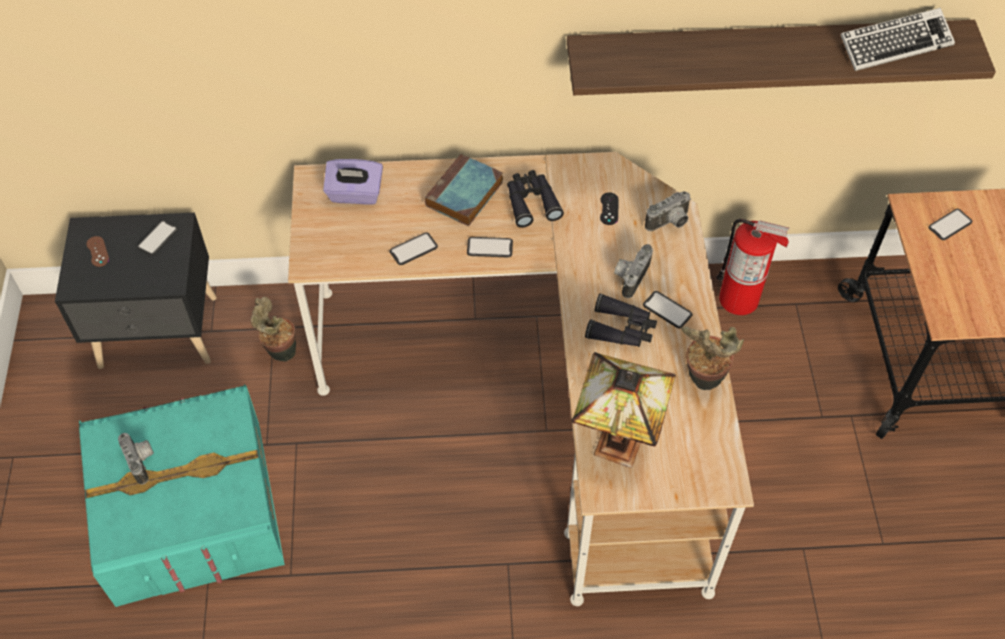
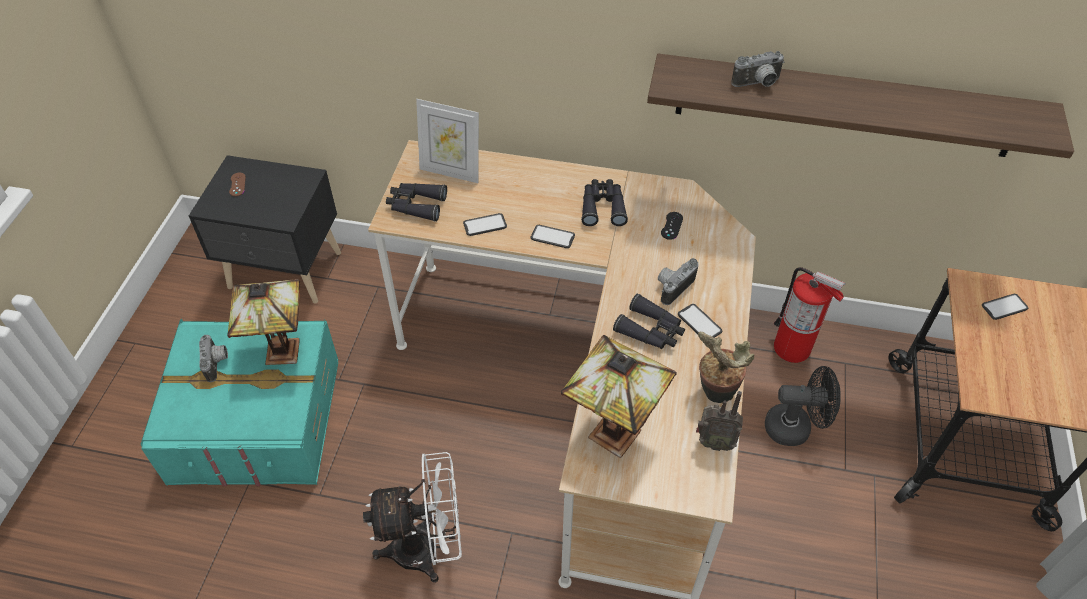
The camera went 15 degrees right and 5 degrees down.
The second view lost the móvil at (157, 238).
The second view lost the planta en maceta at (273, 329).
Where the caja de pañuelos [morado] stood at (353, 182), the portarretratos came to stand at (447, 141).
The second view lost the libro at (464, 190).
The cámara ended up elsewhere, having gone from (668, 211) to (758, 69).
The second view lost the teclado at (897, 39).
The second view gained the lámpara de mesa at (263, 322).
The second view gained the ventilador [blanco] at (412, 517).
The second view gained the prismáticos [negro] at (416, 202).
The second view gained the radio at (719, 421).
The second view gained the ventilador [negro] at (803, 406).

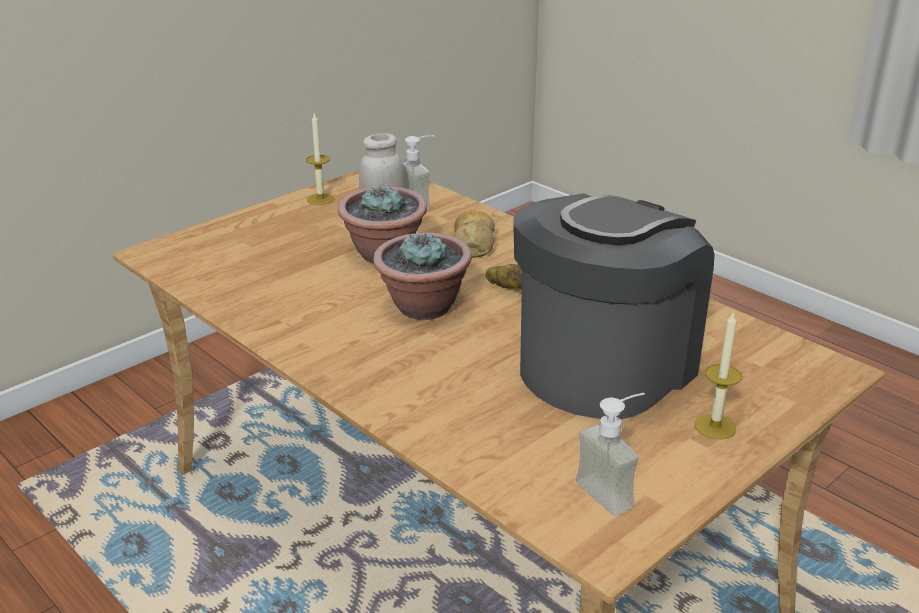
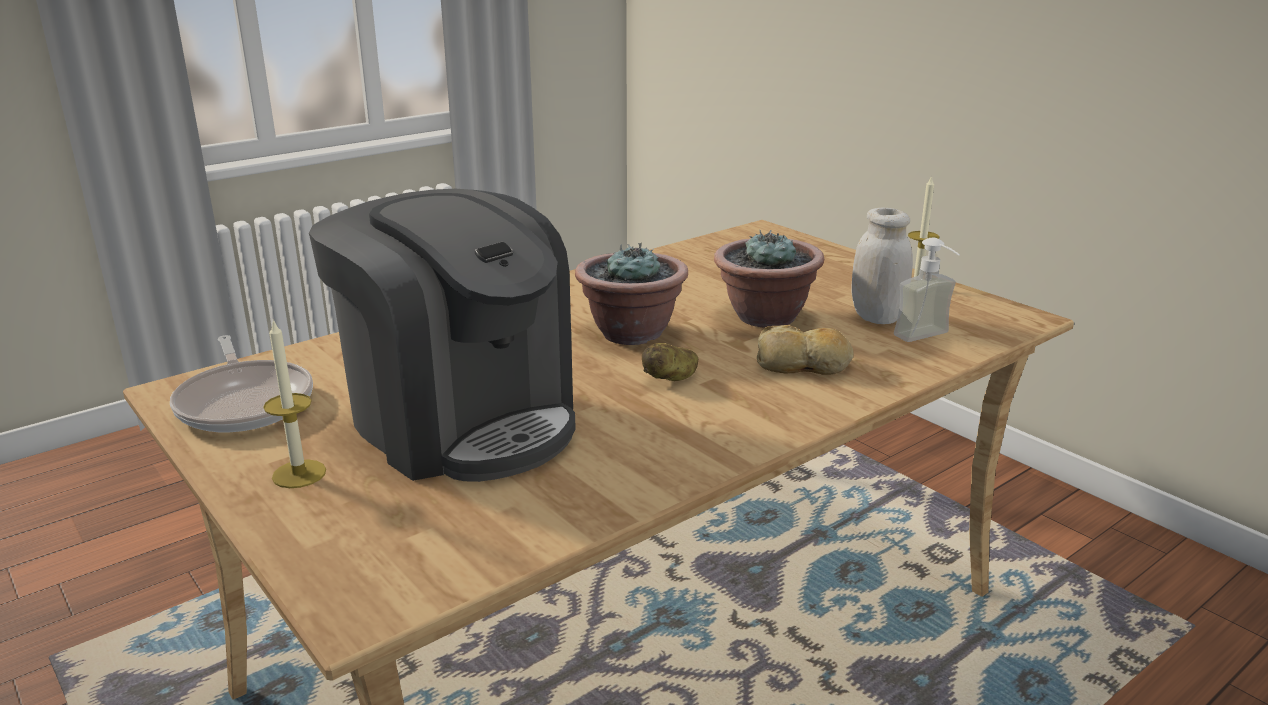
The camera went 95 degrees right and 5 degrees down.
Where the dispensador de jabón stood at (610, 454), the sartén came to stand at (241, 383).

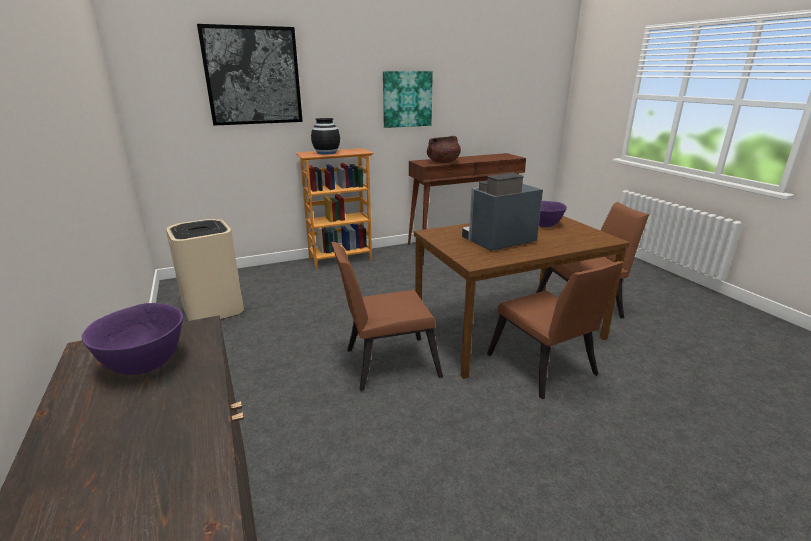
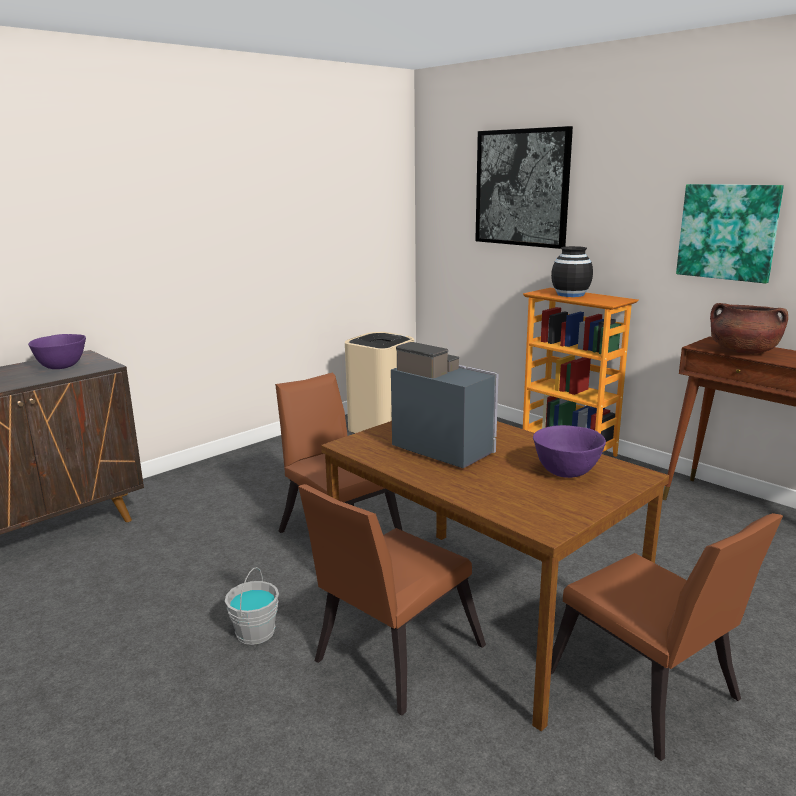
The camera went 70 degrees right and 5 degrees down.
The second view gained the cubo [gris] at (252, 606).

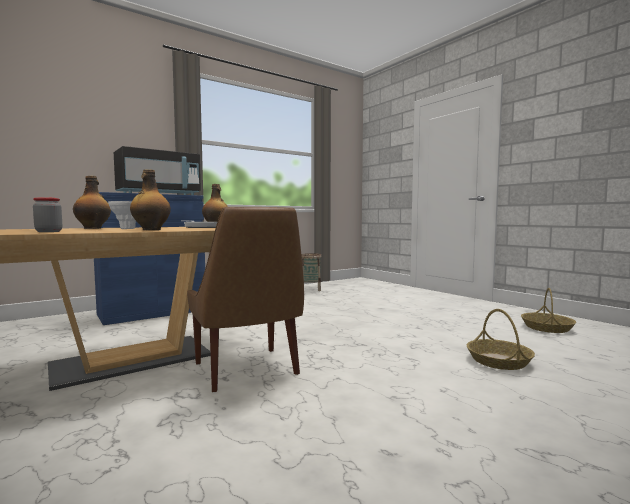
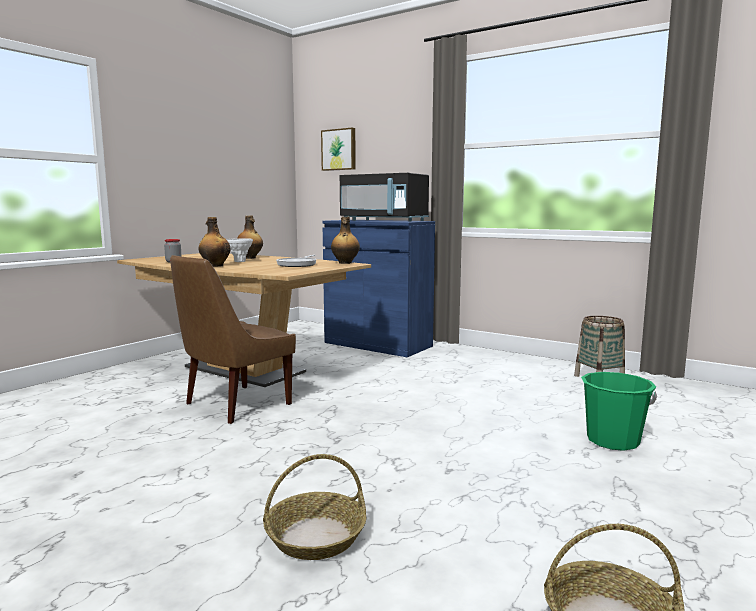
The camera went 70 degrees right and 5 degrees up.
The second view gained the cuadro at (338, 149).
The second view gained the cubo [verde] at (619, 411).

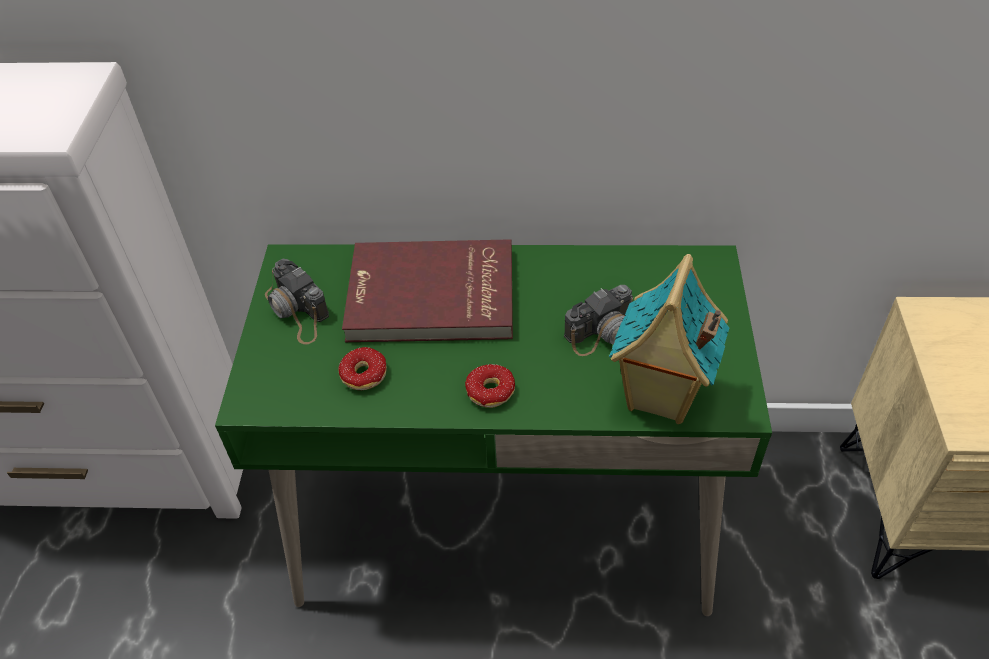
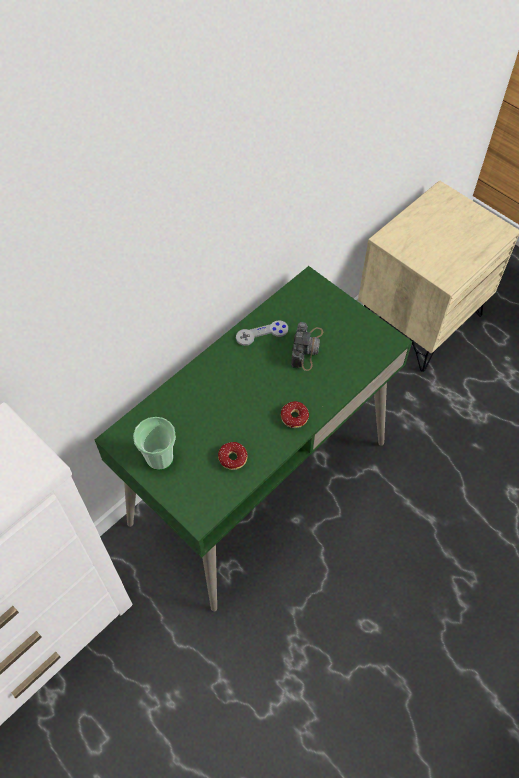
The camera went 50 degrees left and 10 degrees up.
Where the cámara stood at (297, 301), the taza came to stand at (154, 443).
The second view lost the libro [rojo] at (427, 290).
The second view lost the casita at (669, 339).
The second view gained the mando de consola [gris] at (262, 333).

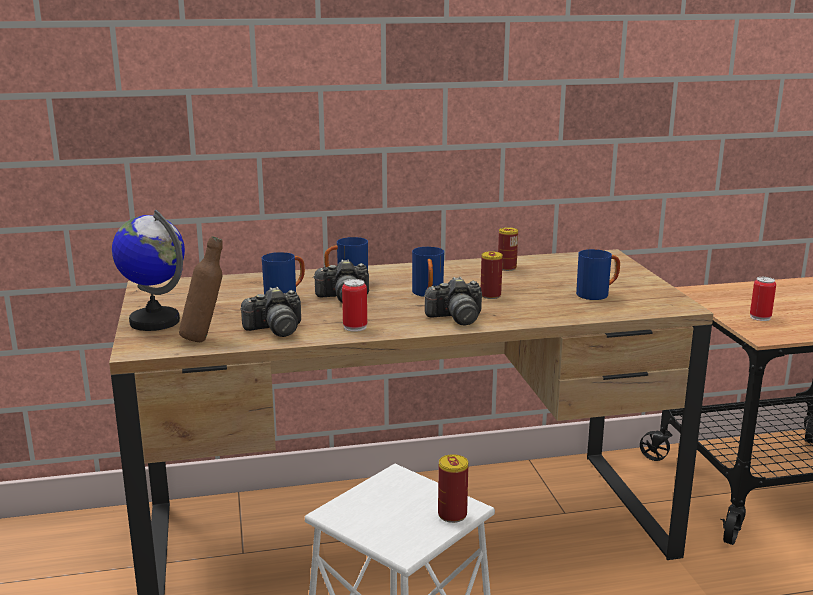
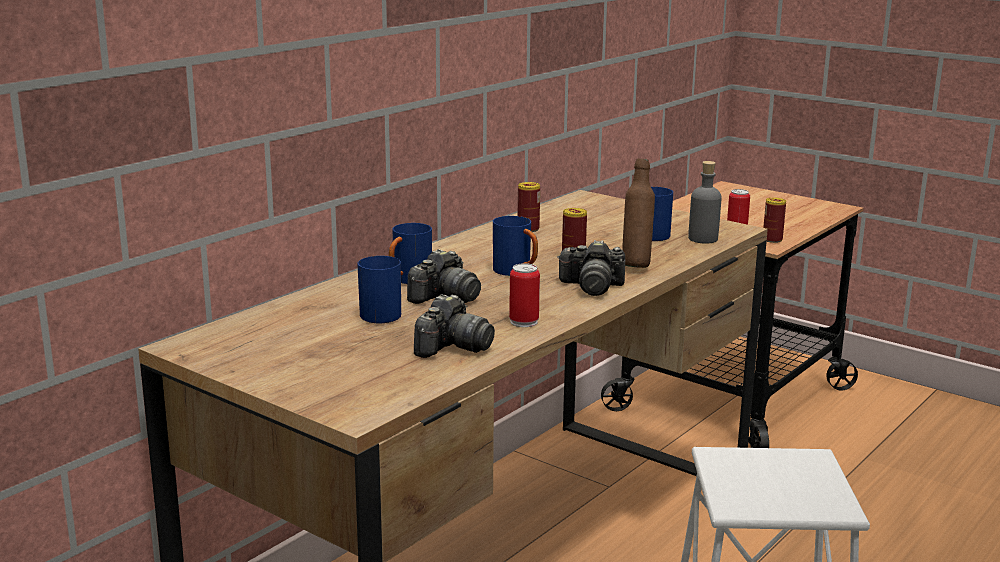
The camera went 40 degrees left and 0 degrees up.
The second view lost the globo terráqueo at (148, 270).
The botella [marrón] ended up elsewhere, having gone from (201, 289) to (638, 213).
The cámara at (453, 301) ended up facing another way, 60 degrees clockwise from before.
The lata ended up elsewhere, having gone from (453, 488) to (774, 220).
The second view gained the botella [gris] at (705, 202).

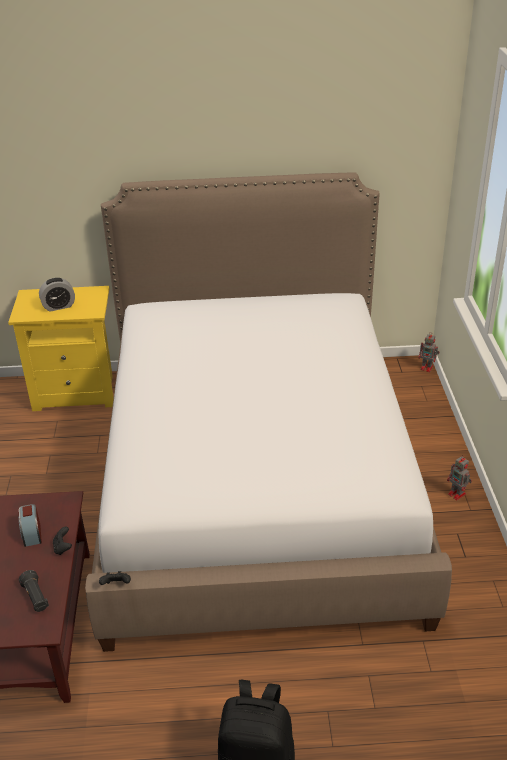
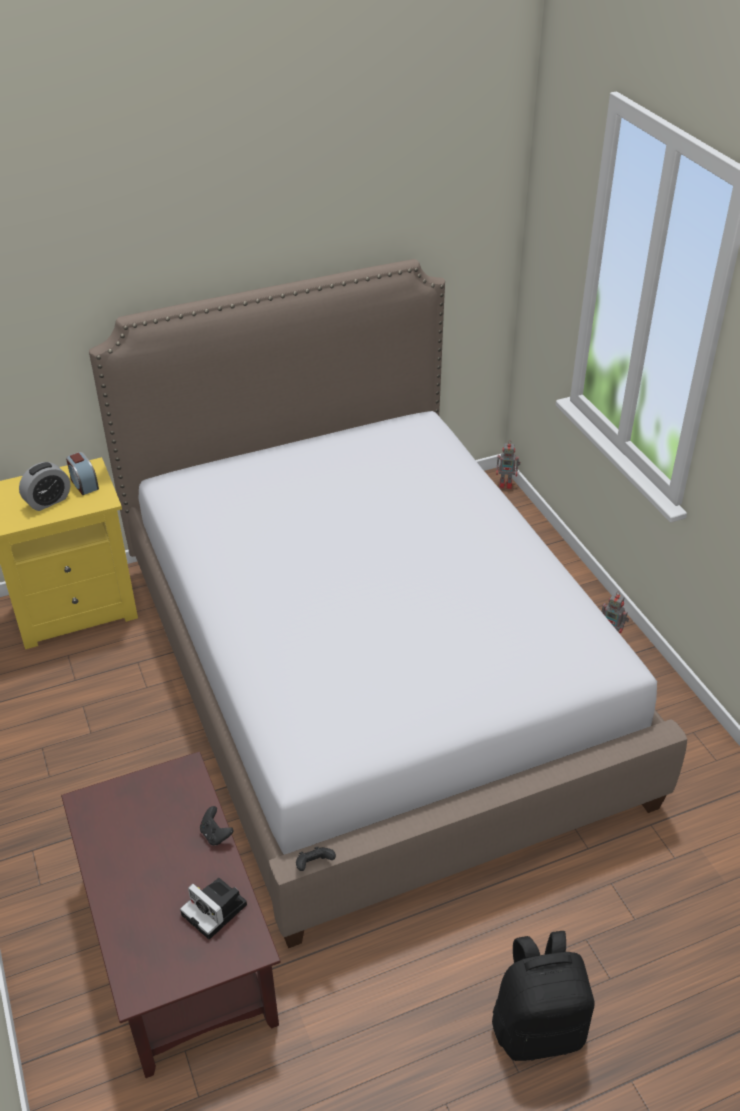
The camera went 20 degrees left and 5 degrees up.
The despertador ended up elsewhere, having gone from (30, 525) to (82, 473).
Where the linterna [negro] stood at (34, 591), the cámara came to stand at (213, 908).

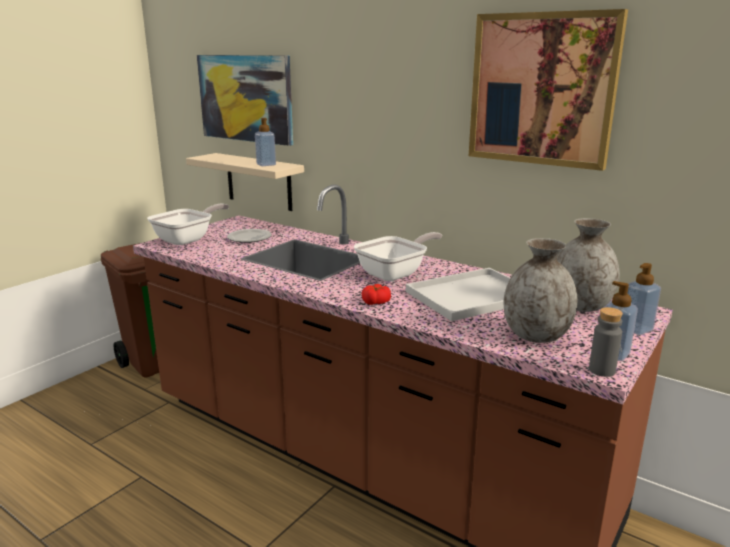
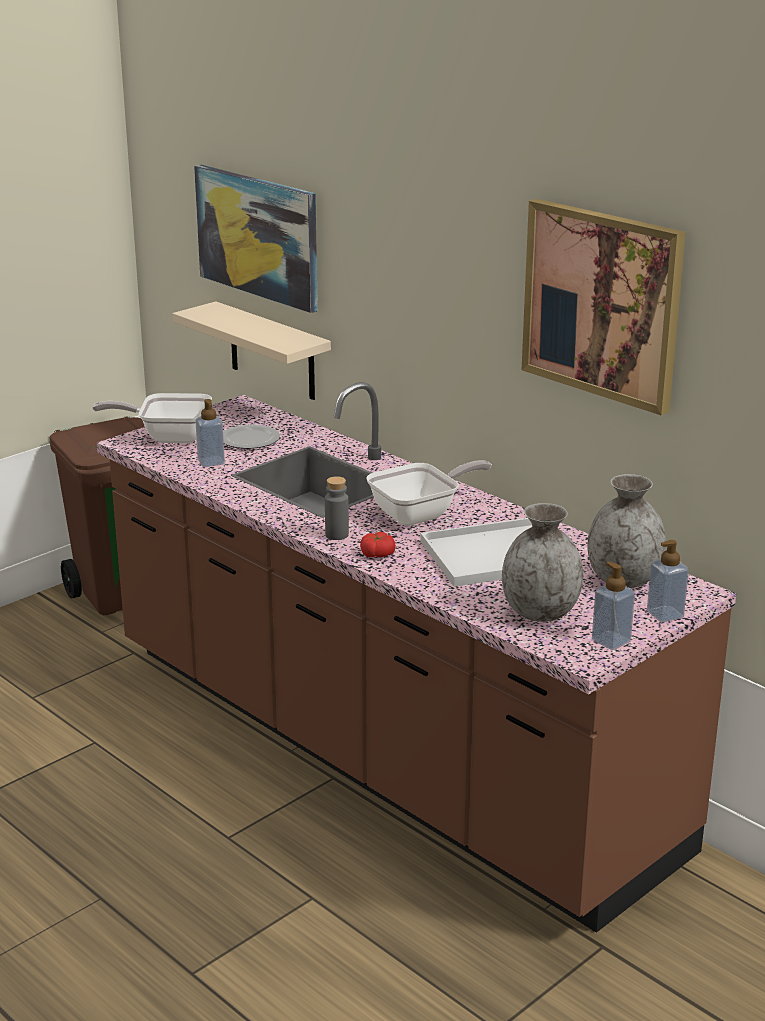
The camera went 10 degrees right and 5 degrees up.
The sartén at (188, 224) ended up facing another way, 135 degrees counterclockwise from before.
The dispensador de jabón ended up elsewhere, having gone from (265, 142) to (210, 433).
The botella [gris] ended up elsewhere, having gone from (606, 342) to (337, 508).

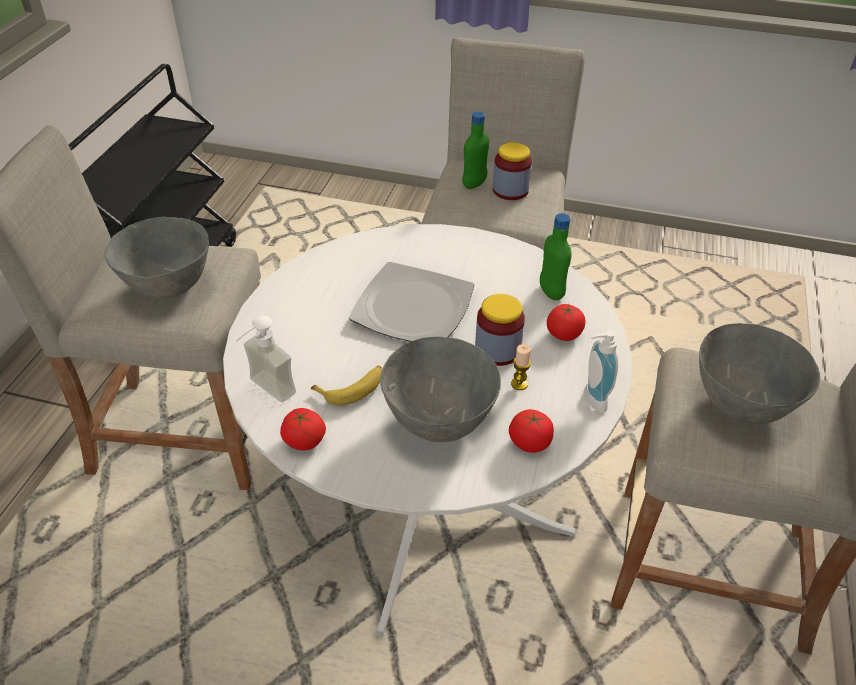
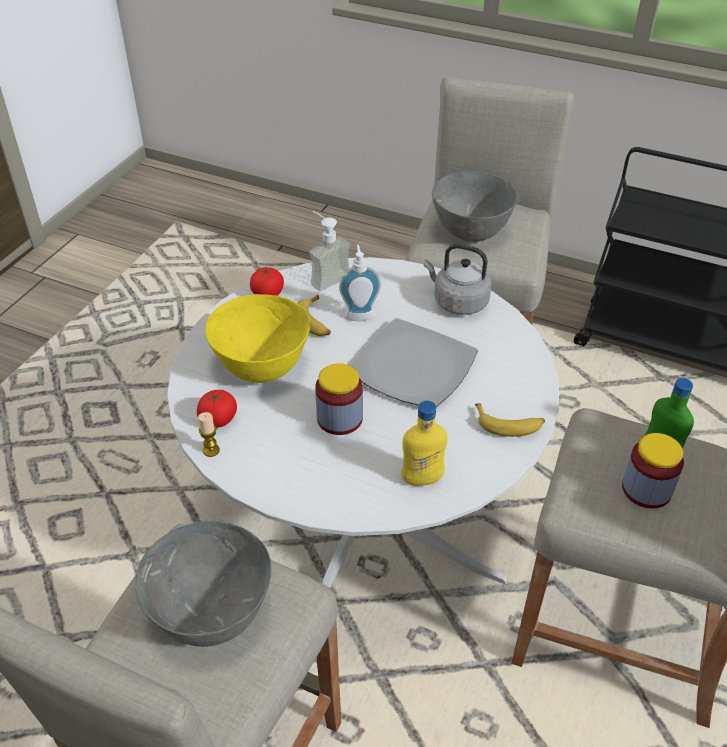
The camera went 100 degrees right and 0 degrees up.
What was the cuenco [gris] at (440, 389) turned into the cuenco [amarillo] at (257, 338).
The vela ended up elsewhere, having gone from (521, 367) to (209, 434).
What was the botella [verde] at (556, 256) turned into the botella [amarillo] at (424, 443).
The second view lost the tomate at (566, 322).
The dispensador de jabón ended up elsewhere, having gone from (601, 371) to (360, 283).
The second view gained the hervidor [gris] at (458, 279).
The second view gained the plátano at (510, 420).

